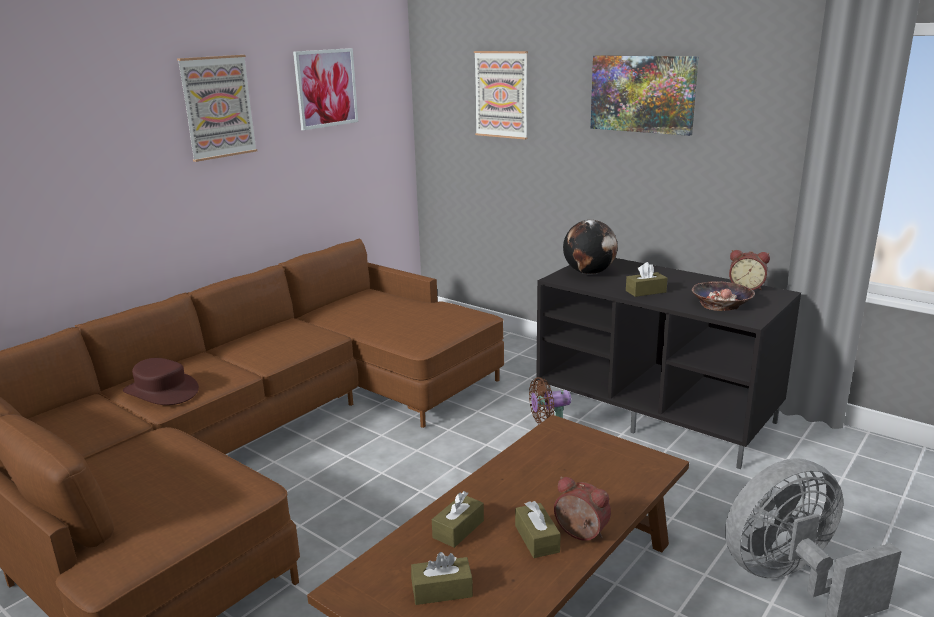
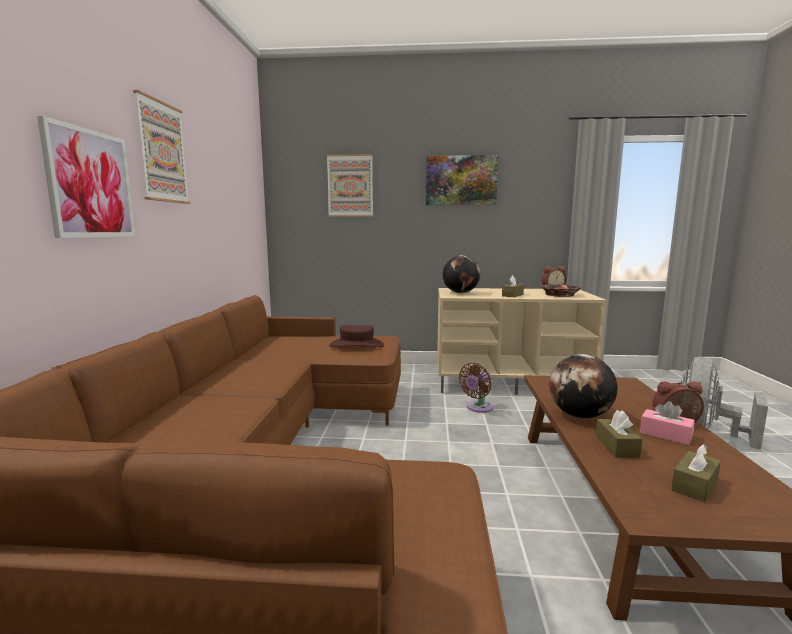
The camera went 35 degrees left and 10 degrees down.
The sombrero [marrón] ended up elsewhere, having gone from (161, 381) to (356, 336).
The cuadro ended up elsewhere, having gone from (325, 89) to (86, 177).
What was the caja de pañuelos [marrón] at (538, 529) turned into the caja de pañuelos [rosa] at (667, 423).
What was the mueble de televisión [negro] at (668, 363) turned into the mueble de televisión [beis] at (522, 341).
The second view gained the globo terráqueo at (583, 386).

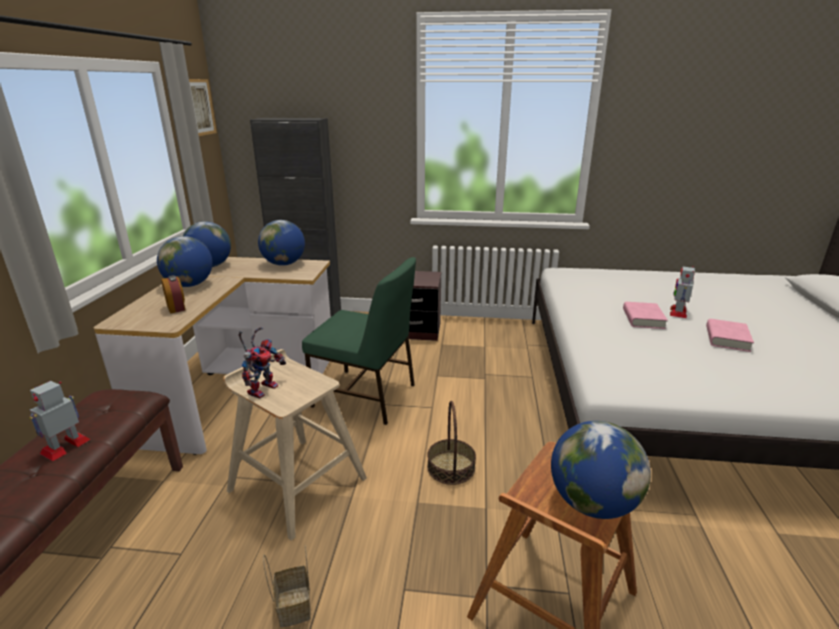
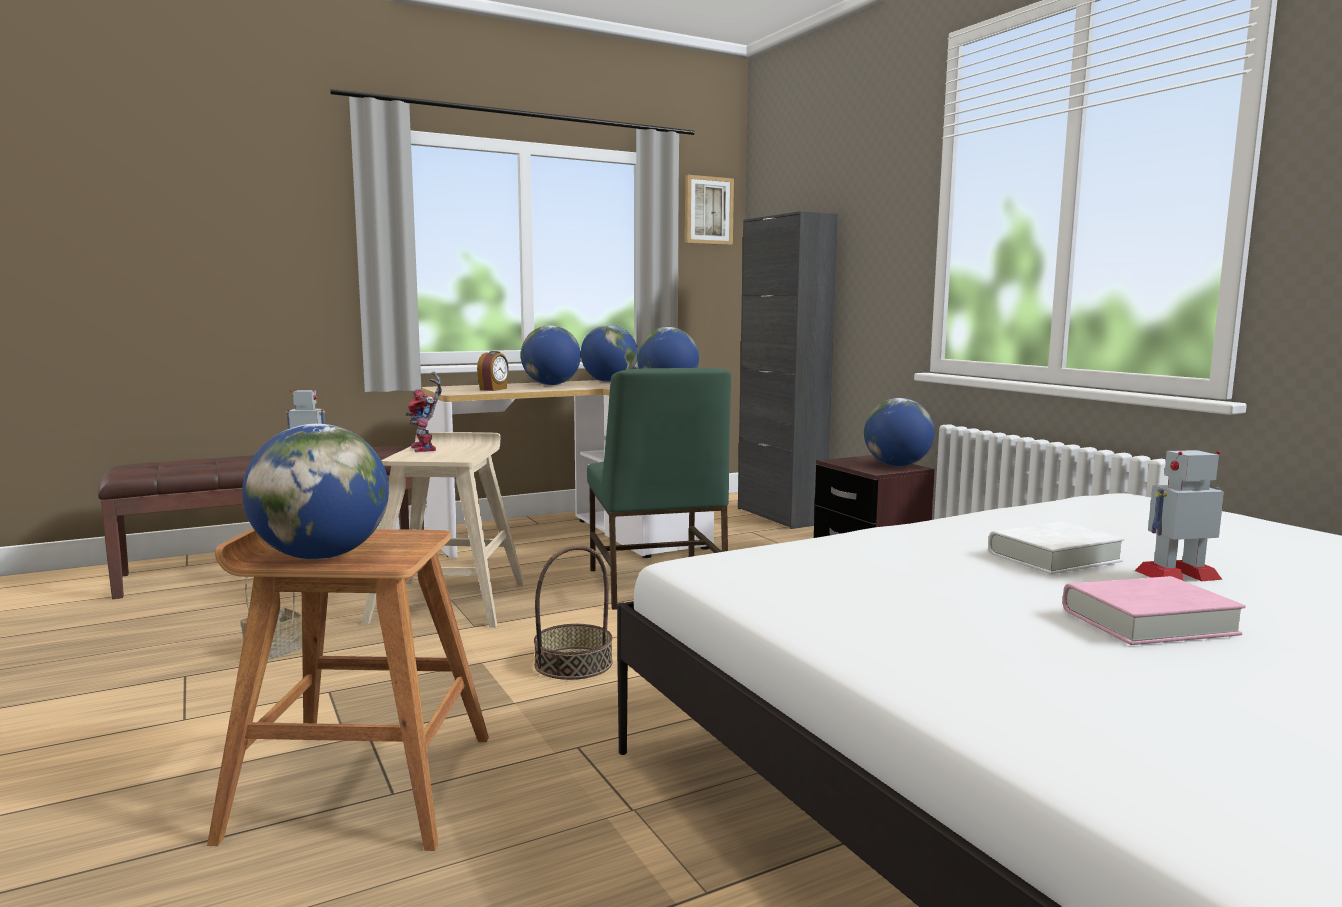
The camera went 55 degrees right and 15 degrees down.
The robot de juguete at (262, 363) ended up facing another way, 75 degrees clockwise from before.
What was the libro [rosa] at (645, 315) turned into the libro [blanco] at (1056, 548).
The second view gained the globo terráqueo at (899, 432).

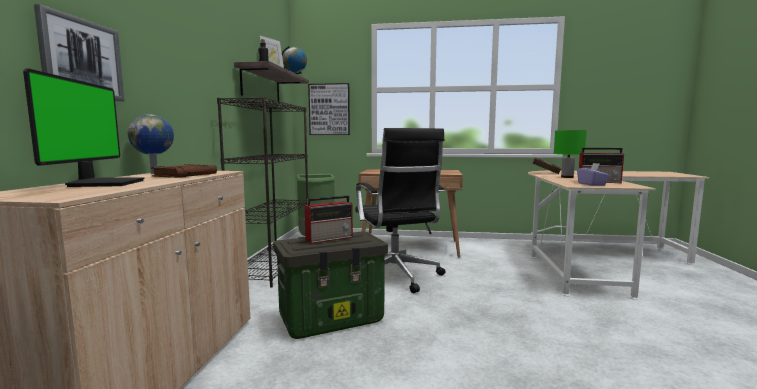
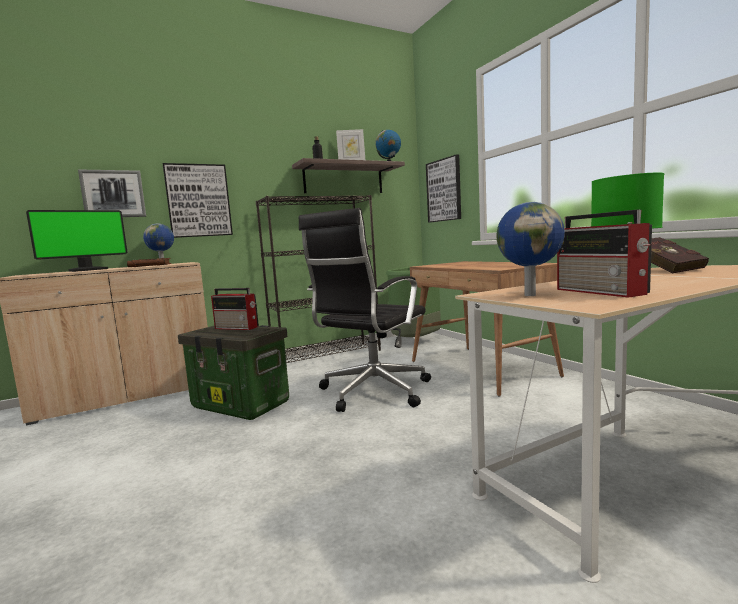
The camera went 55 degrees right and 0 degrees up.
Where the caja de pañuelos [morado] stood at (593, 174), the globo terráqueo came to stand at (530, 249).
The second view gained the cuadro at (198, 200).

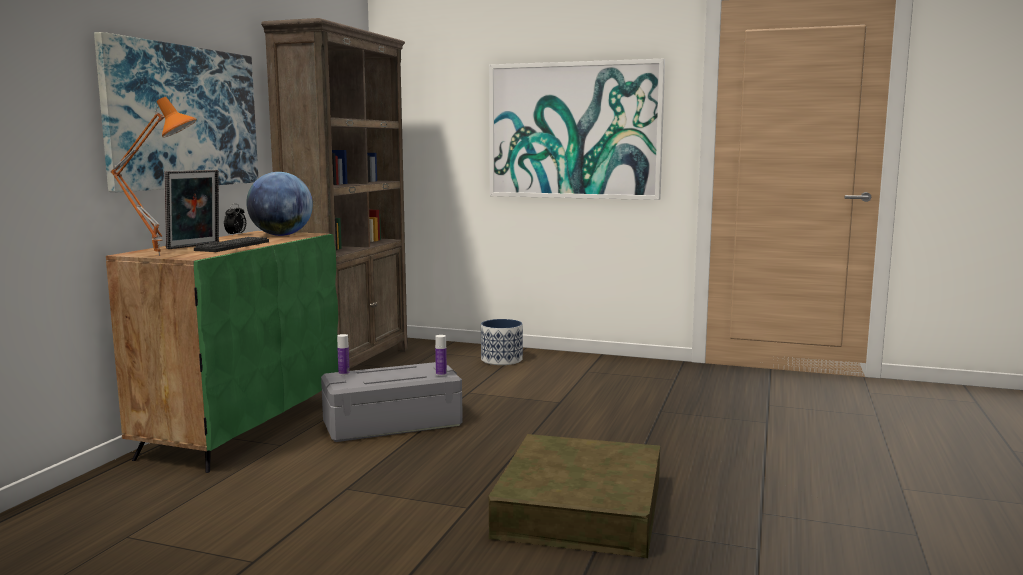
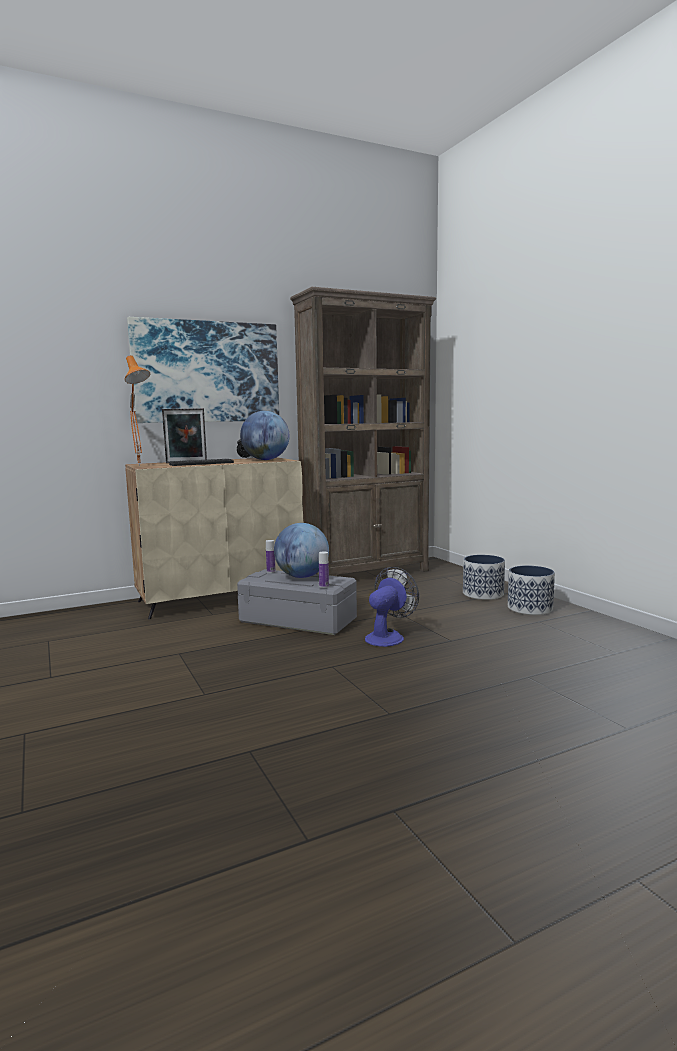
The camera went 45 degrees right and 0 degrees up.
What was the armario [verde] at (222, 352) turned into the armario [beis] at (214, 538).
The second view lost the caja de almacenaje [marrón] at (574, 496).
The second view lost the cuadro at (577, 129).
The second view gained the globo terráqueo at (301, 550).
The second view gained the ventilador at (392, 607).
The second view gained the maceta at (531, 590).

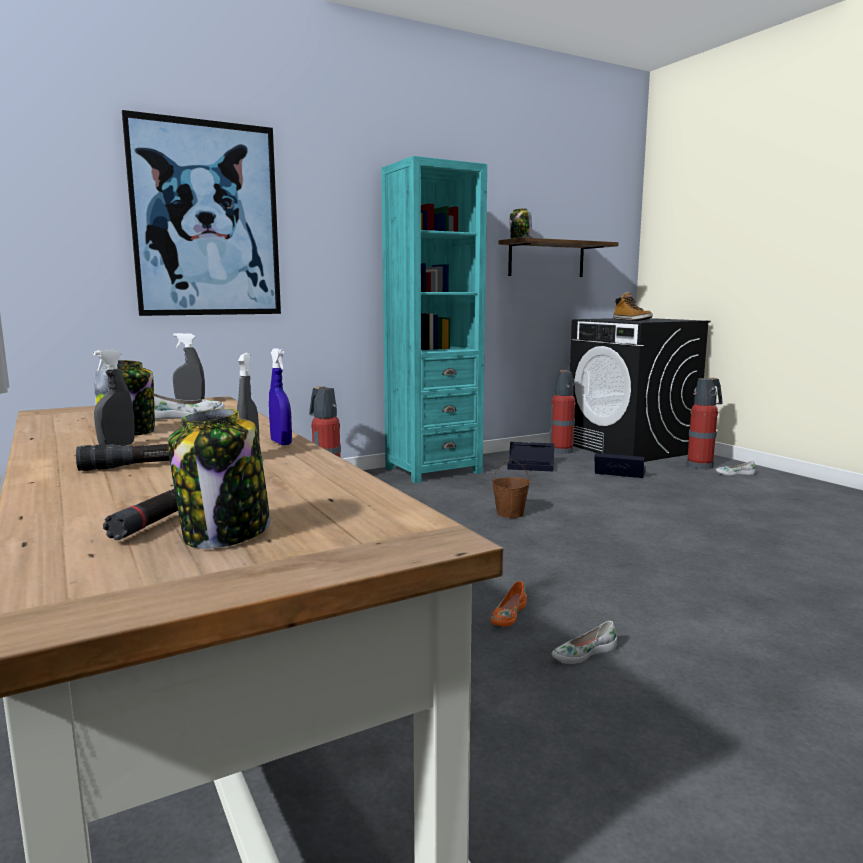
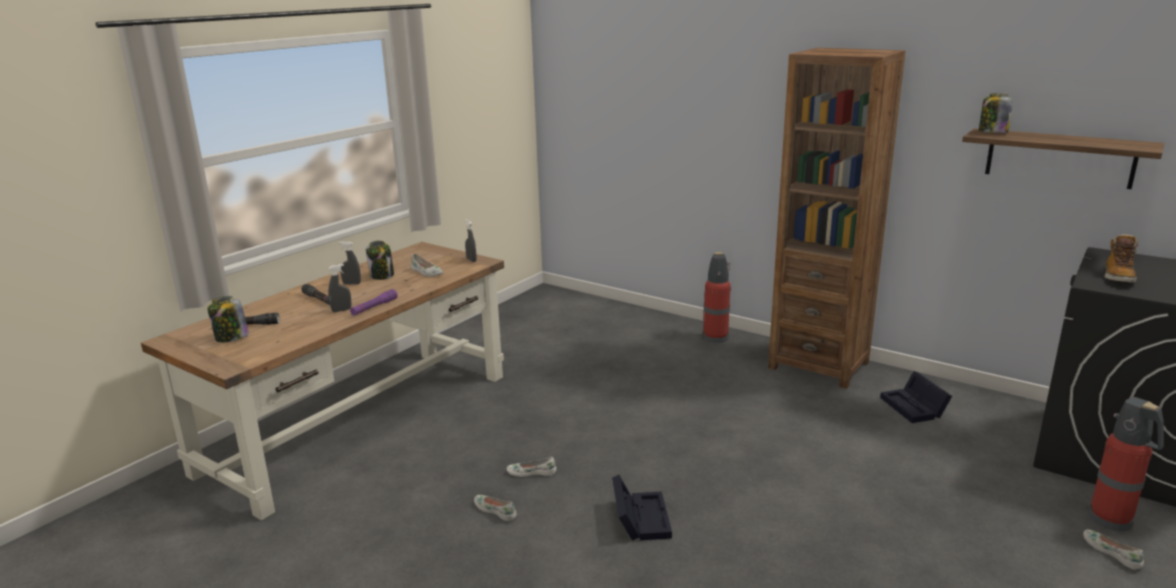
The camera went 65 degrees right and 10 degrees up.
The second view lost the cuadro at (201, 213).
Where the pulverizador [azul] stood at (280, 396), the linterna [morado] came to stand at (374, 302).
What was the estantería [turquesa] at (434, 319) turned into the estantería [marrón] at (836, 218).
What was the zapato [naranja] at (509, 604) turned into the zapato [blanco] at (531, 467).
The second view lost the cubo [marrón] at (511, 488).
The second view lost the extintor at (562, 412).
The caja de almacenaje [negro] ended up elsewhere, having gone from (620, 465) to (642, 508).

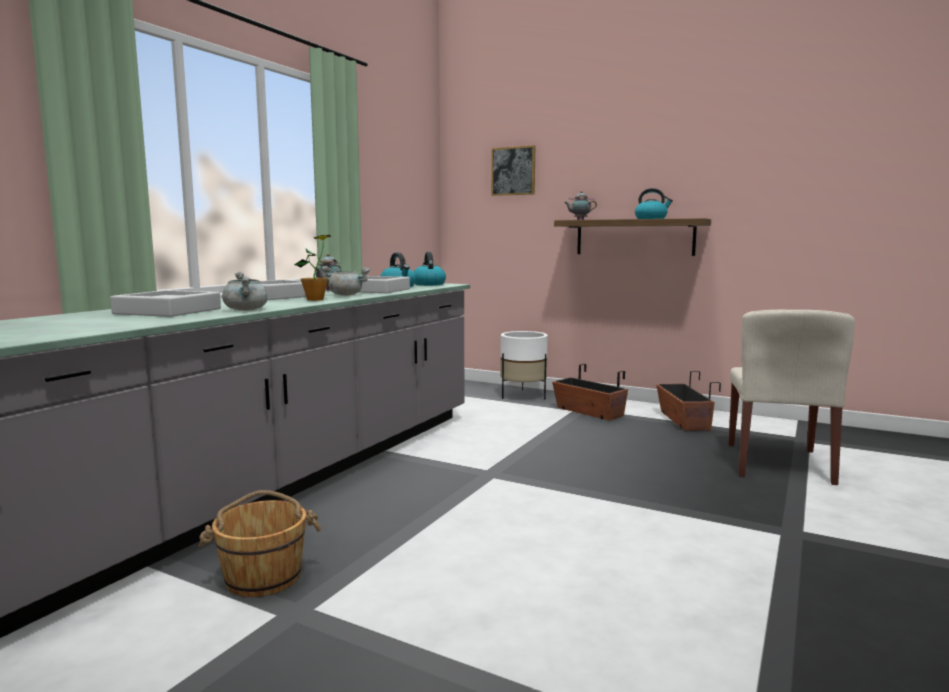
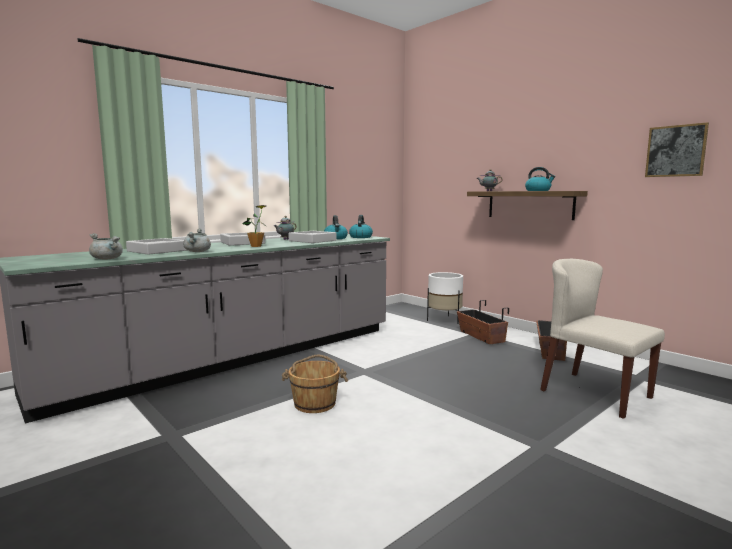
The camera went 20 degrees right and 0 degrees up.
The cubo [marrón] ended up elsewhere, having gone from (260, 543) to (315, 383).
The olla [gris] ended up elsewhere, having gone from (345, 281) to (106, 246).
The cuadro ended up elsewhere, having gone from (513, 170) to (677, 149).
The silla [beis] at (791, 397) ended up facing another way, 105 degrees clockwise from before.

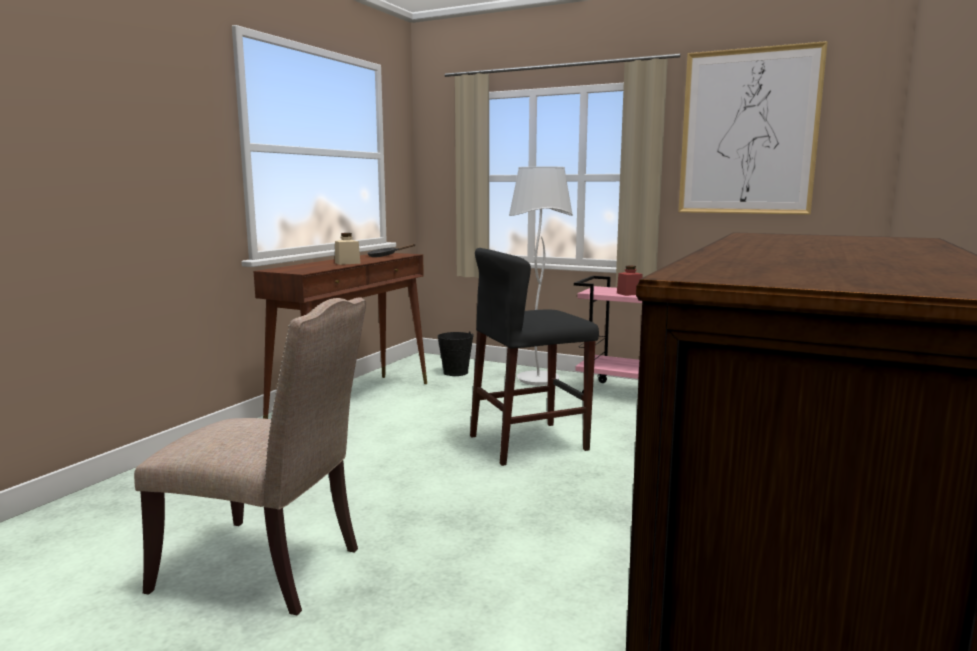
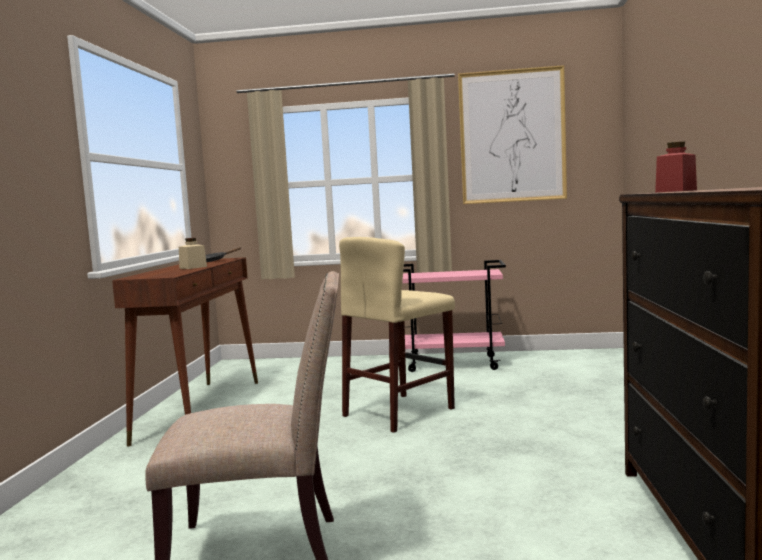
The camera went 20 degrees left and 5 degrees down.
The second view lost the cubo [negro] at (456, 353).
What was the taburete [negro] at (534, 357) turned into the taburete [beis] at (397, 335).
The second view lost the lámpara de pie [blanco] at (541, 276).
The tarro [rojo] ended up elsewhere, having gone from (629, 281) to (676, 167).

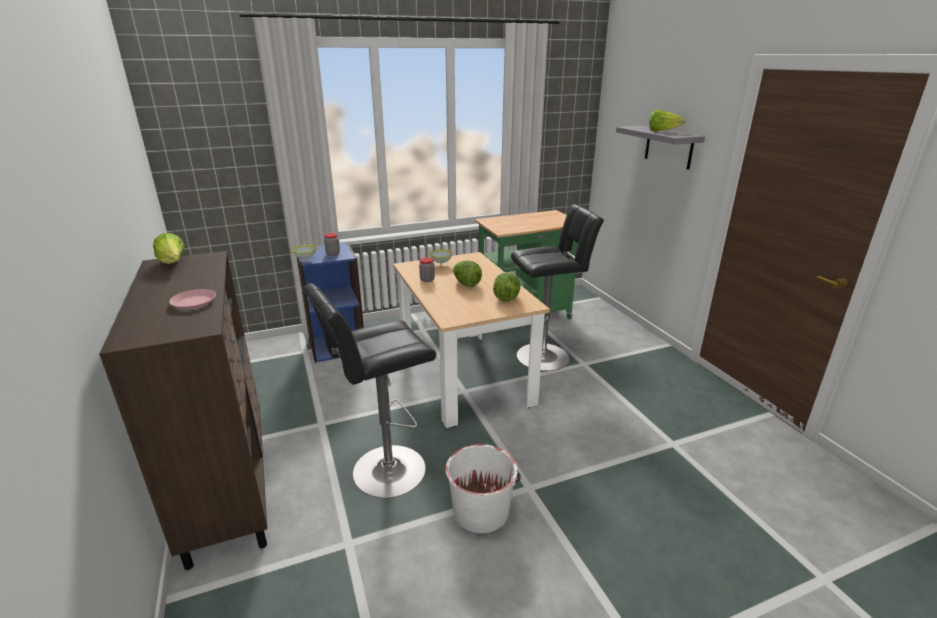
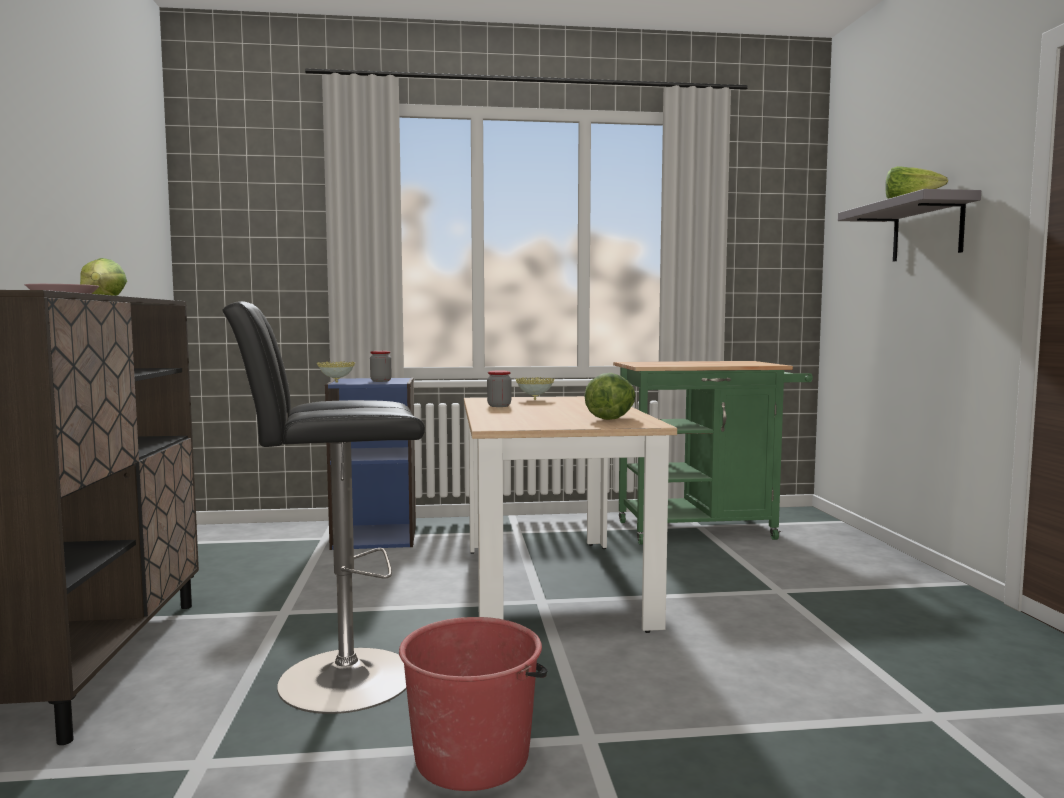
The camera went 15 degrees right and 20 degrees down.
What was the cubo [blanco] at (483, 488) turned into the cubo [rojo] at (473, 704).
The second view lost the lechuga at (467, 274).
The second view lost the taburete [negro] at (557, 287).

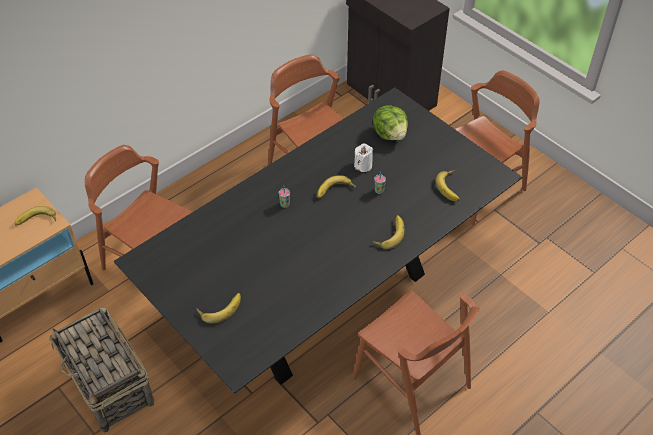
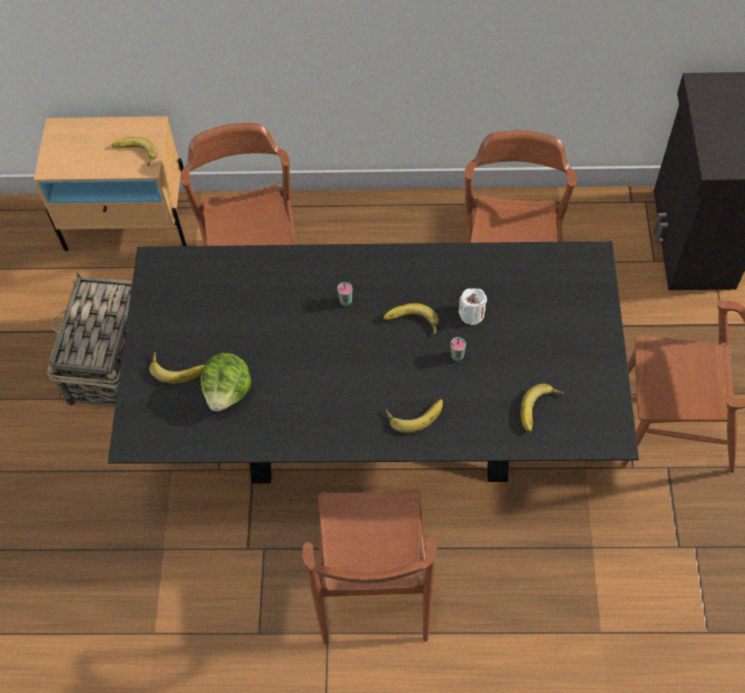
The camera went 45 degrees right and 10 degrees up.
The lechuga ended up elsewhere, having gone from (390, 122) to (226, 382).

